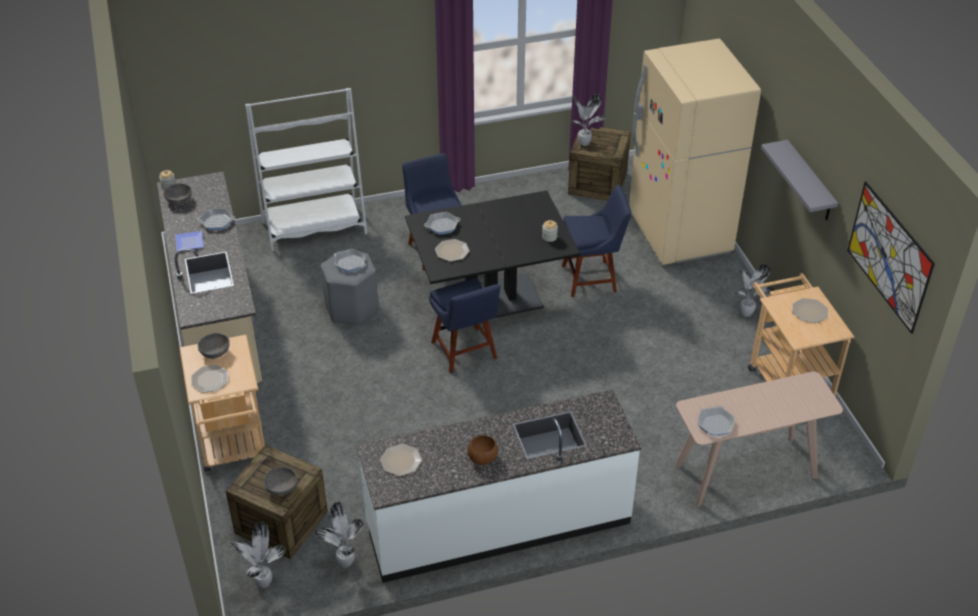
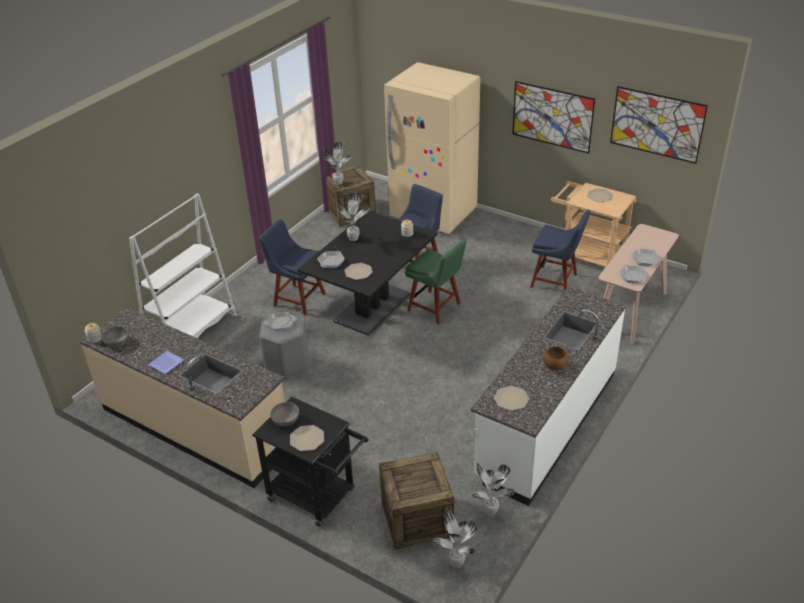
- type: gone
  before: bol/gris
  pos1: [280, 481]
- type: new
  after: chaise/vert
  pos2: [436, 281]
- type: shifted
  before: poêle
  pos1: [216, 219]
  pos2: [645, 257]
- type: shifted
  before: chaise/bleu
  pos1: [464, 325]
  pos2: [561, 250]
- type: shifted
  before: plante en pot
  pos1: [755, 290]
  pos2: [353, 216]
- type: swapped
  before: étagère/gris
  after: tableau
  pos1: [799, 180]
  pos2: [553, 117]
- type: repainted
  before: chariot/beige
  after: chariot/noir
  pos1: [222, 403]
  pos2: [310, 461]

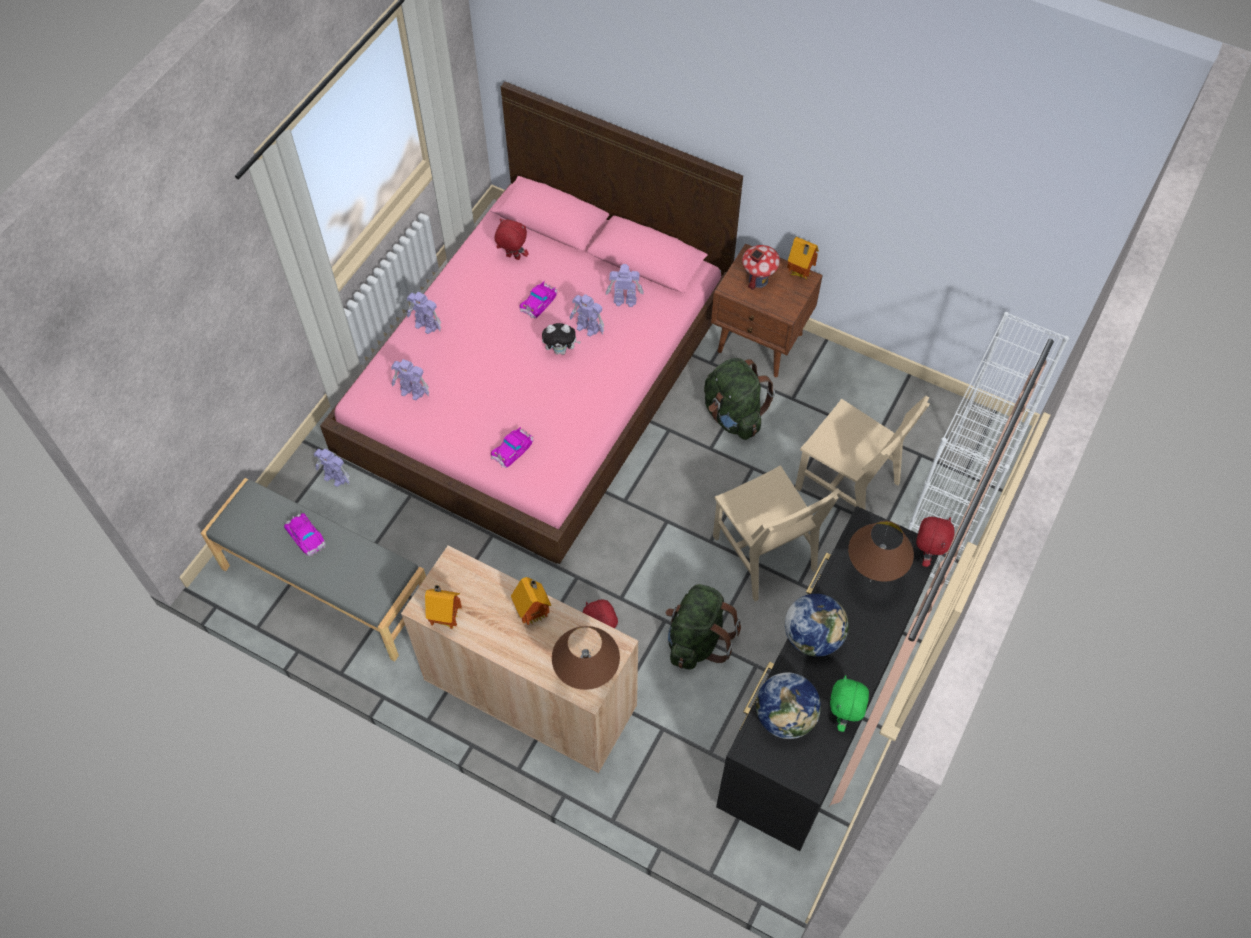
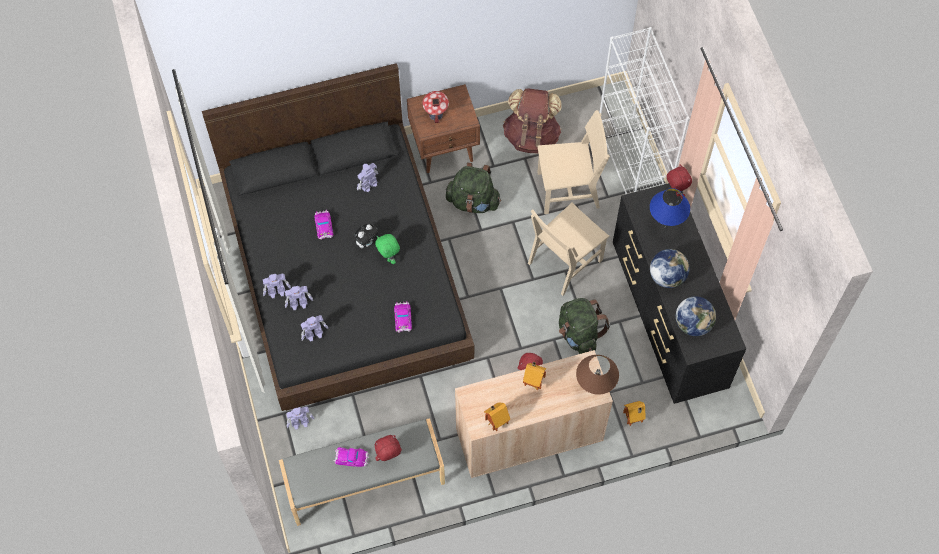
- type: new
  after: sac à dos/marron
  pos2: [532, 120]
- type: shifted
  before: peluche/rouge
  pos1: [512, 239]
  pos2: [388, 448]
- type: shifted
  before: robot jouet
  pos1: [586, 315]
  pos2: [299, 298]
- type: shifted
  before: maison miniature
  pos1: [803, 258]
  pos2: [634, 413]
- type: shifted
  before: peluche/vert
  pos1: [849, 703]
  pos2: [387, 249]
- type: repainted
  before: lit/rose
  after: lit/noir
  pos1: [531, 323]
  pos2: [338, 237]
- type: repainted
  before: lampe de table/marron
  after: lampe de table/bleu
  pos1: [881, 551]
  pos2: [670, 207]
- type: rotated
  before: chaise/beige
  pos1: [776, 533]
  pos2: [569, 249]
  turn: 120

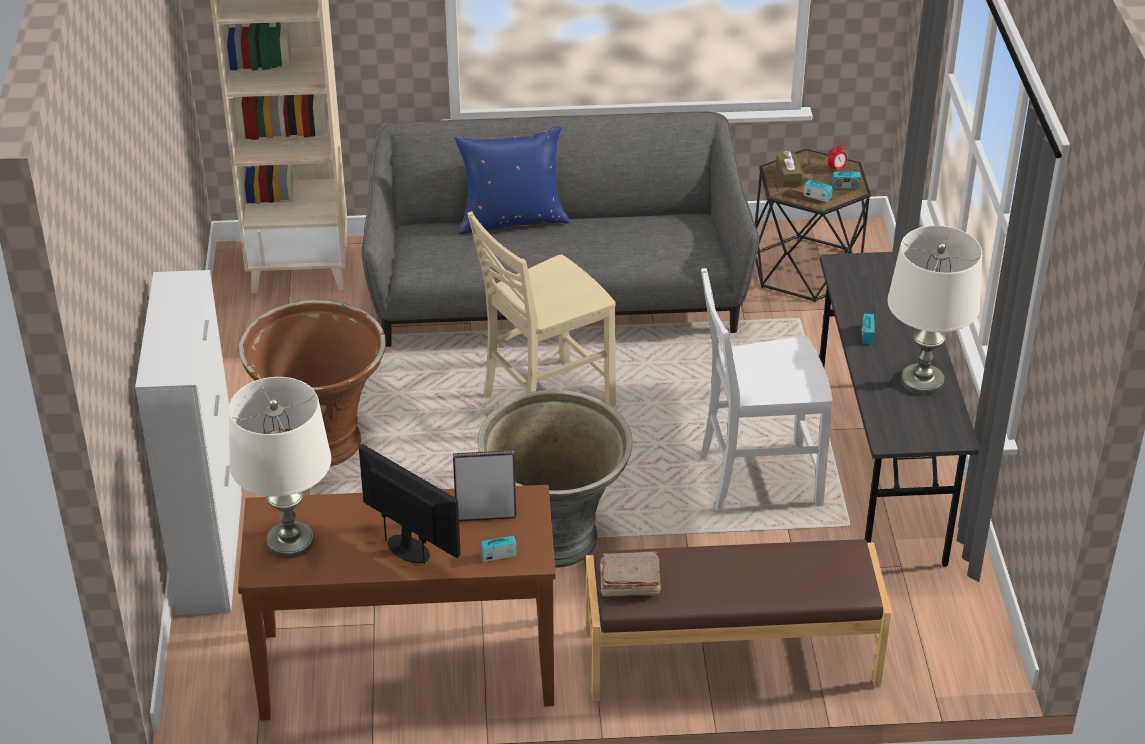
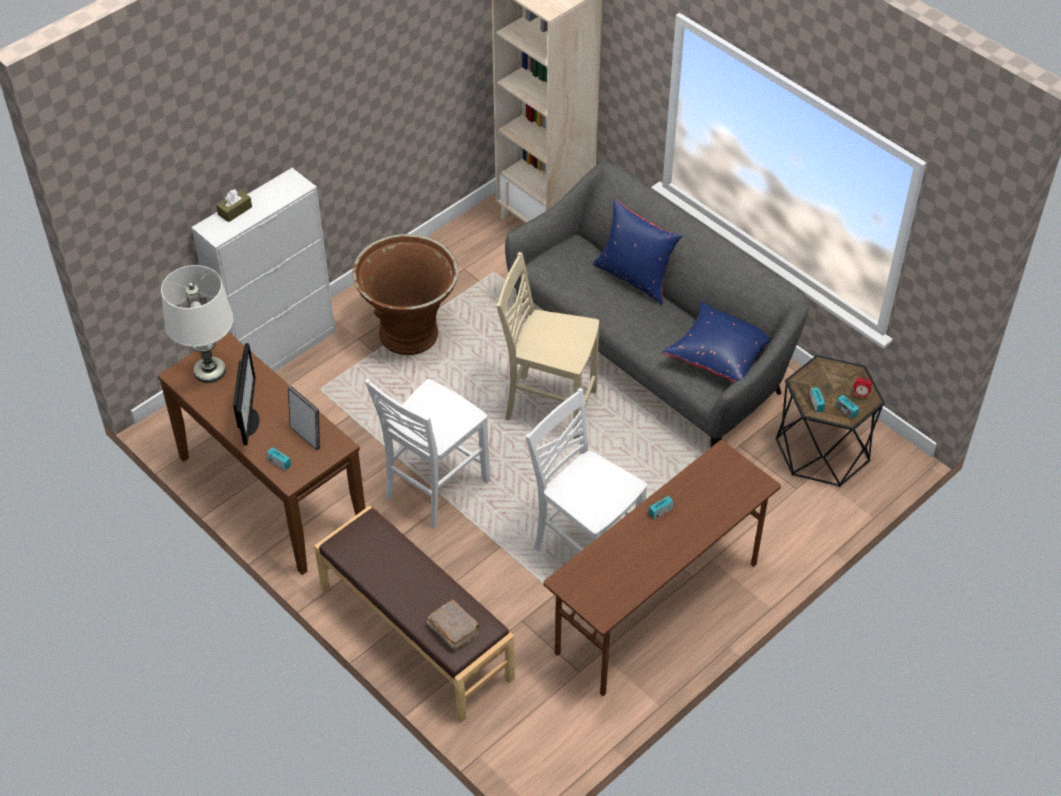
- type: gone
  before: lampe de table/blanc
  pos1: [935, 310]
- type: new
  after: coussin/bleu
  pos2: [717, 342]
- type: shifted
  before: livre/marron
  pos1: [630, 573]
  pos2: [454, 624]
- type: shifted
  before: boîte à mouchoirs/marron
  pos1: [789, 169]
  pos2: [234, 205]
- type: swapped
  before: cache-pot/gris
  after: chaise/blanc
  pos1: [555, 479]
  pos2: [428, 454]
- type: repainted
  before: bureau/gris
  after: bureau/marron
  pos1: [899, 409]
  pos2: [662, 568]

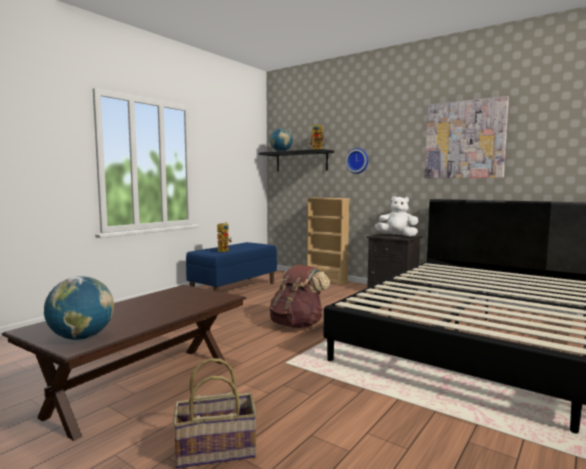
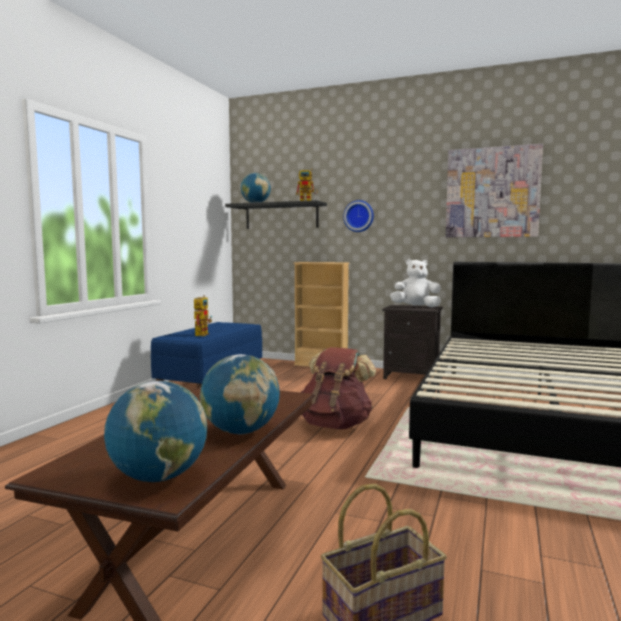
- type: new
  after: globe
  pos2: [240, 394]

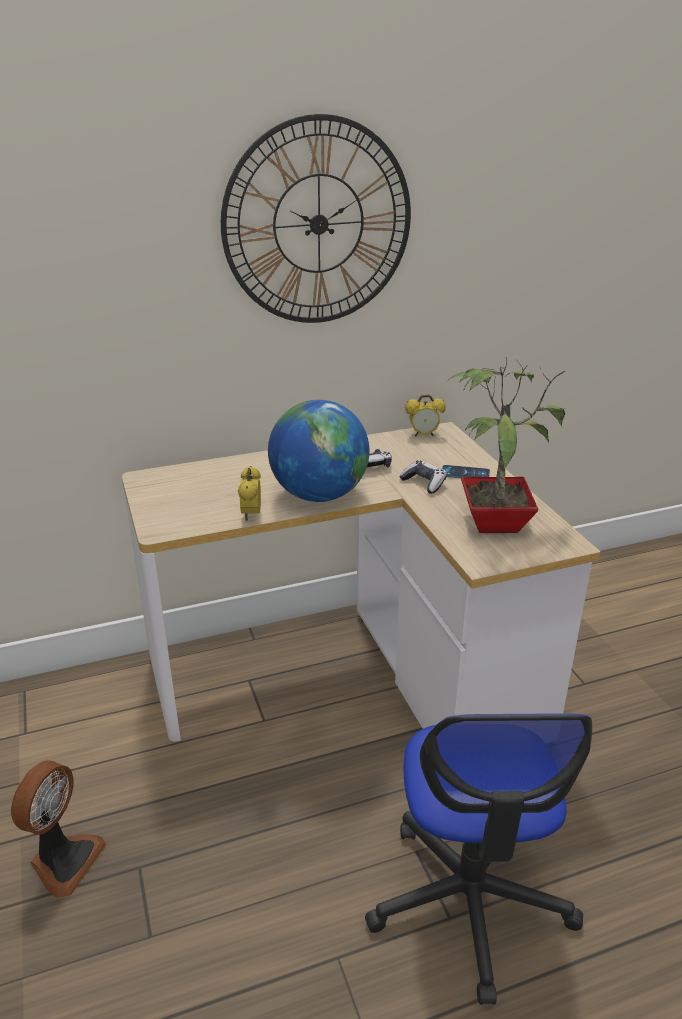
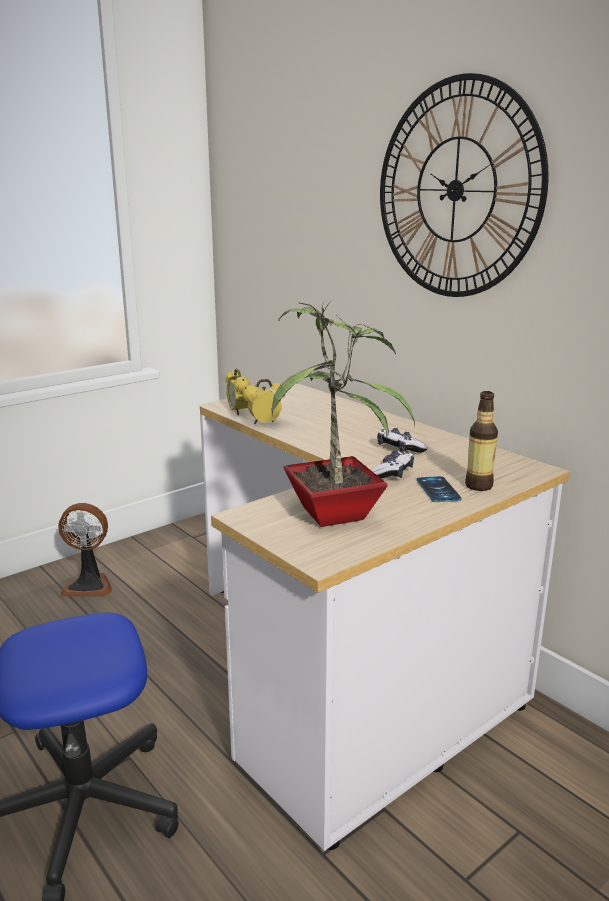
- type: gone
  before: globe
  pos1: [318, 451]
- type: new
  after: bouteille
  pos2: [481, 441]
- type: shifted
  before: réveil
  pos1: [425, 416]
  pos2: [237, 391]

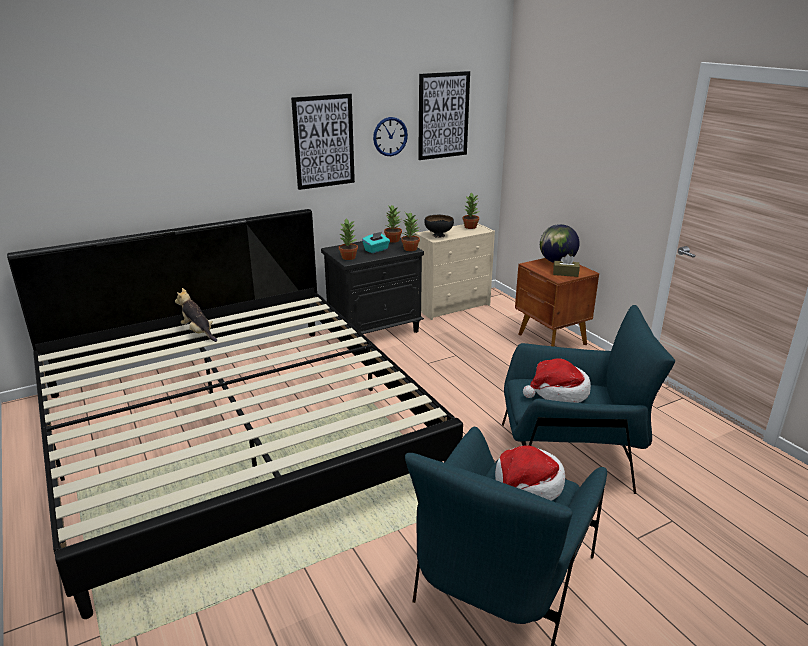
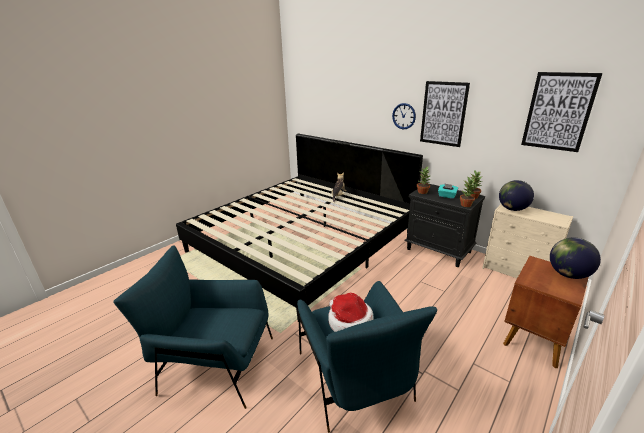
- type: gone
  before: plante en pot
  pos1: [471, 210]
- type: gone
  before: chapeau
  pos1: [530, 473]
- type: gone
  before: boîte à mouchoirs/marron
  pos1: [566, 265]
- type: shifted
  before: horloge murale
  pos1: [390, 136]
  pos2: [404, 116]
- type: swapped
  before: bol/noir
  after: globe
  pos1: [439, 226]
  pos2: [516, 195]

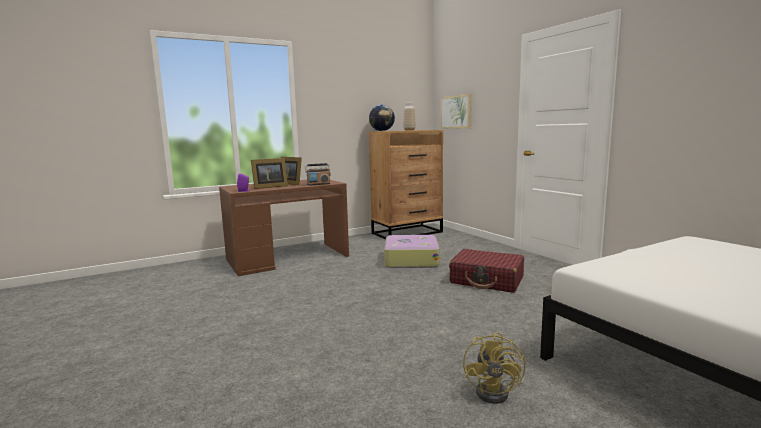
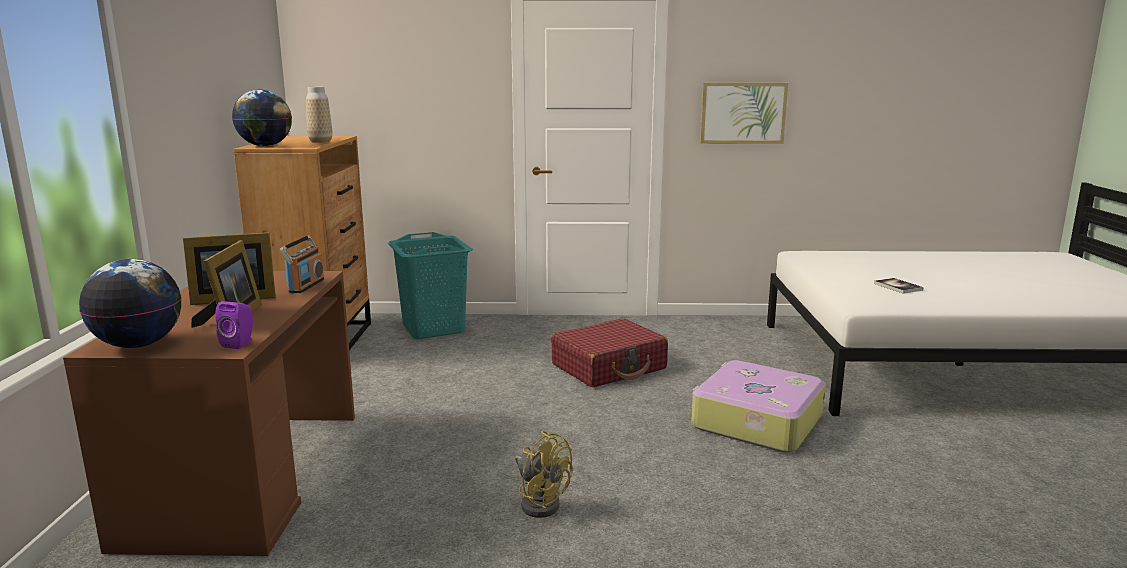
- type: new
  after: globe
  pos2: [130, 303]
- type: new
  after: panier à linge/turquoise
  pos2: [430, 285]
- type: new
  after: livre
  pos2: [899, 286]
- type: shifted
  before: valise
  pos1: [412, 251]
  pos2: [758, 406]
- type: shifted
  before: tableau
  pos1: [456, 111]
  pos2: [744, 113]
- type: shifted
  before: ventilateur/jaune
  pos1: [494, 368]
  pos2: [544, 474]

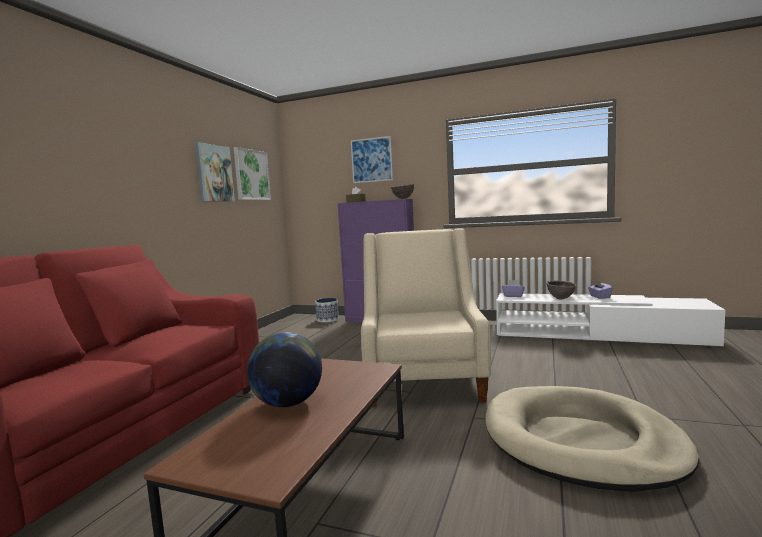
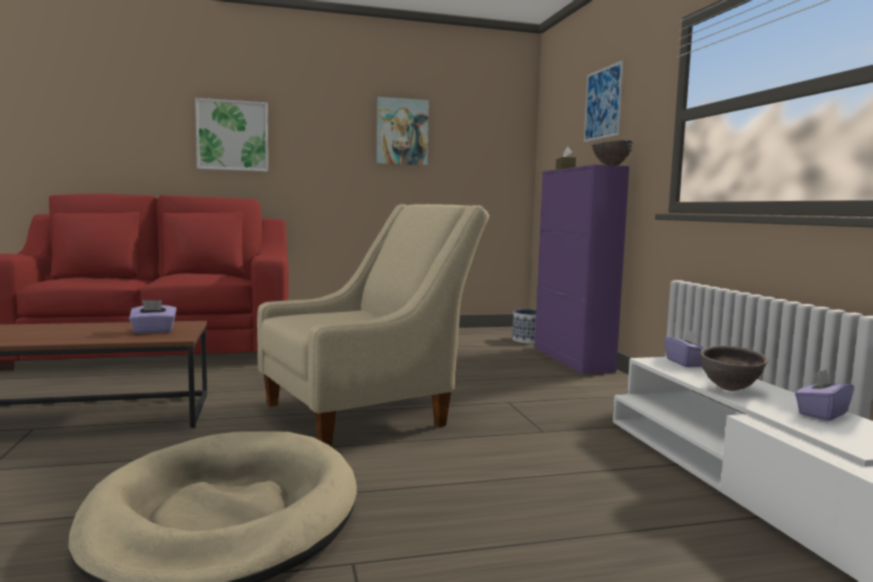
- type: gone
  before: globe
  pos1: [284, 369]
- type: new
  after: boîte à mouchoirs/violet
  pos2: [153, 317]
- type: shifted
  before: tableau
  pos1: [252, 173]
  pos2: [231, 135]

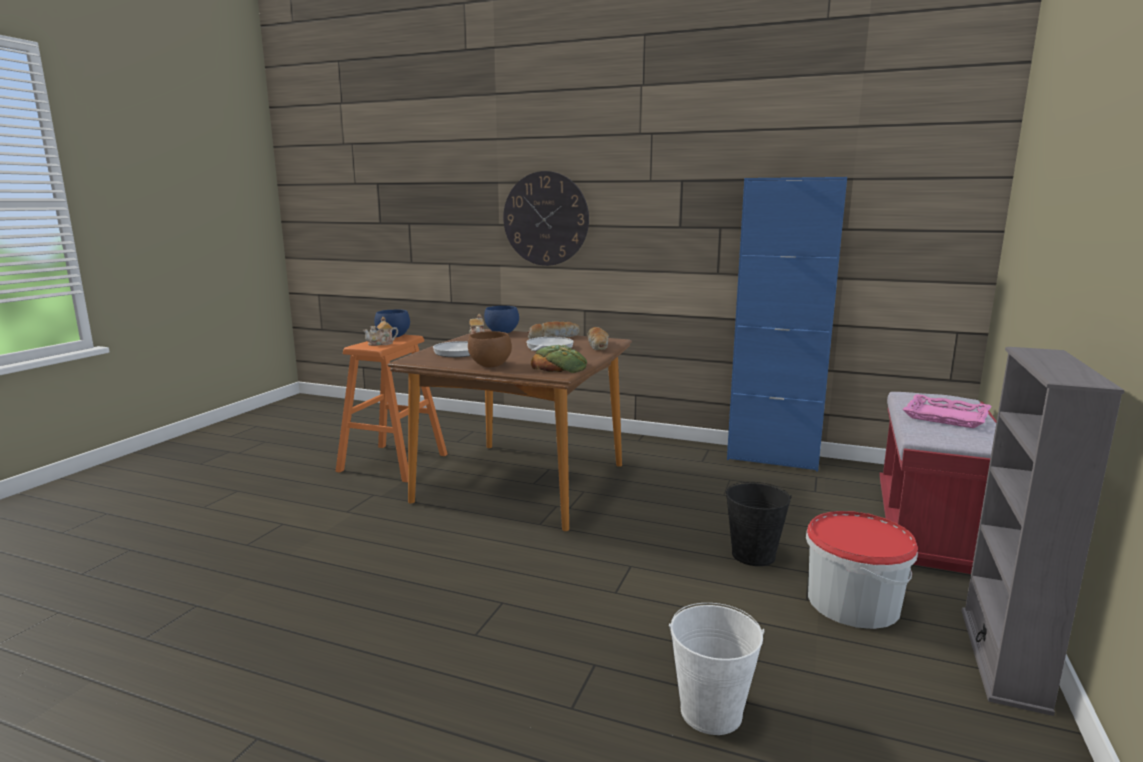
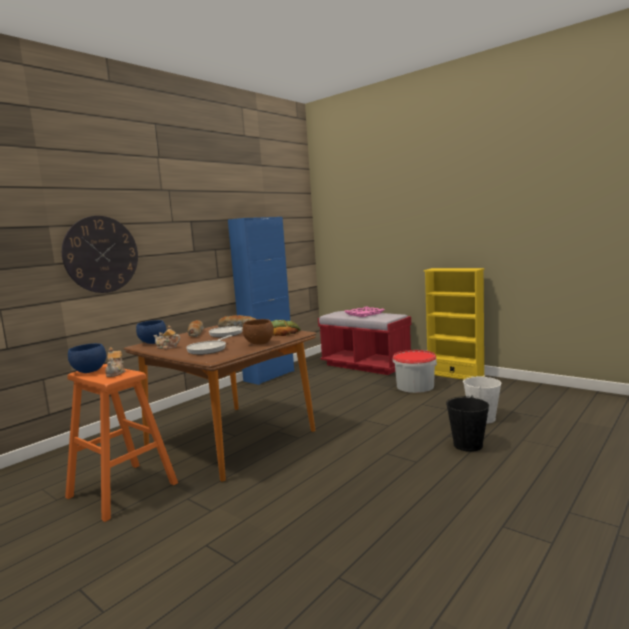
- type: shifted
  before: seau/noir
  pos1: [758, 524]
  pos2: [467, 424]
- type: repainted
  before: bibliothèque/gris
  after: bibliothèque/jaune
  pos1: [1042, 531]
  pos2: [454, 324]

